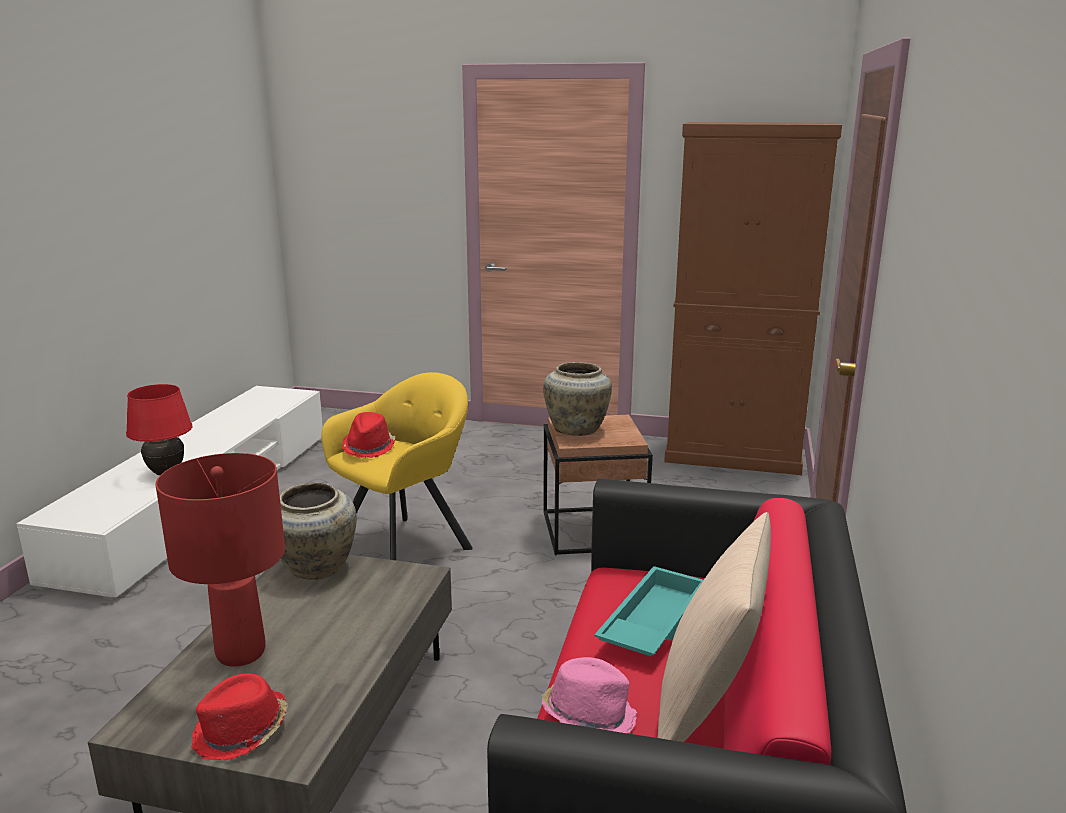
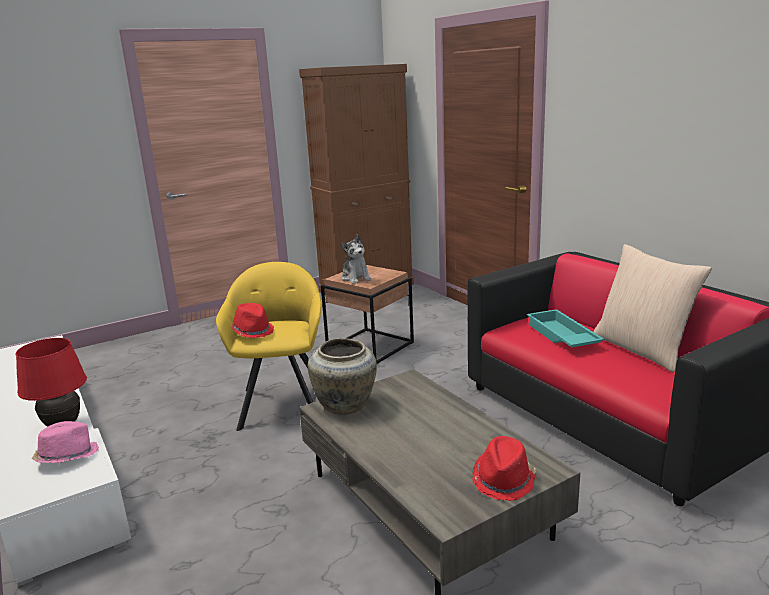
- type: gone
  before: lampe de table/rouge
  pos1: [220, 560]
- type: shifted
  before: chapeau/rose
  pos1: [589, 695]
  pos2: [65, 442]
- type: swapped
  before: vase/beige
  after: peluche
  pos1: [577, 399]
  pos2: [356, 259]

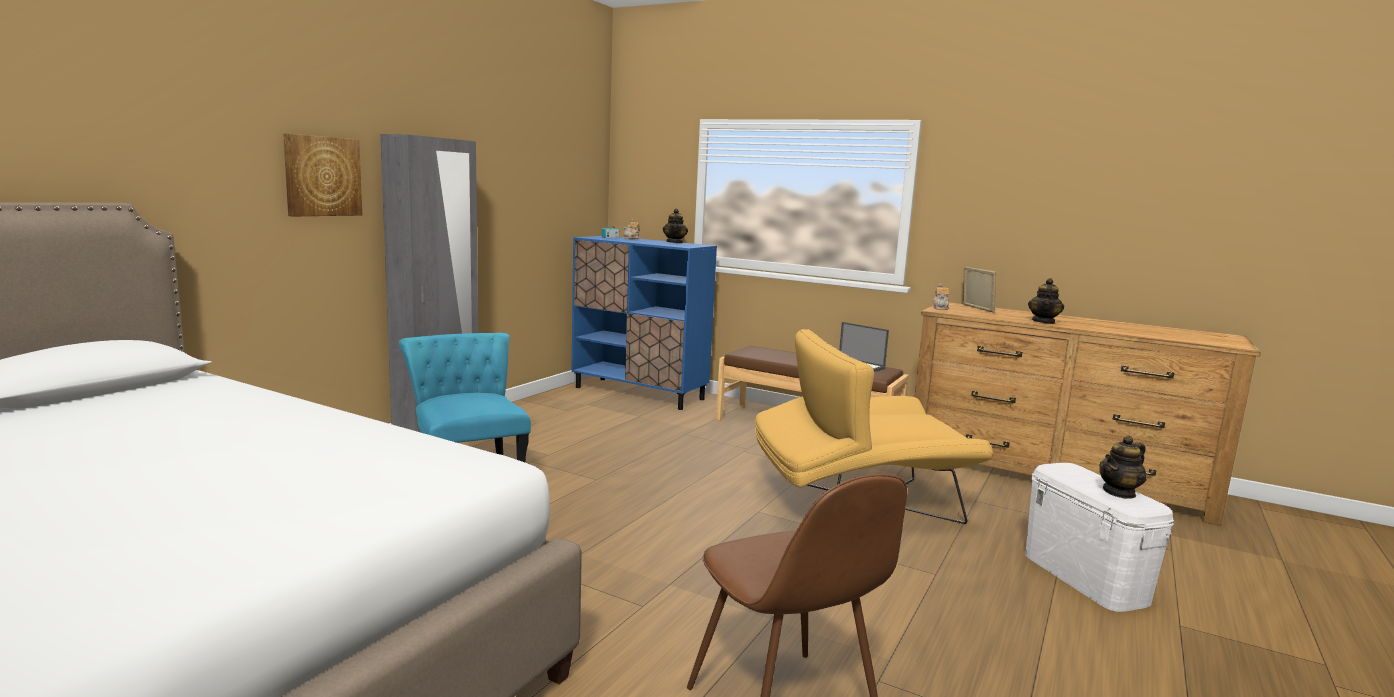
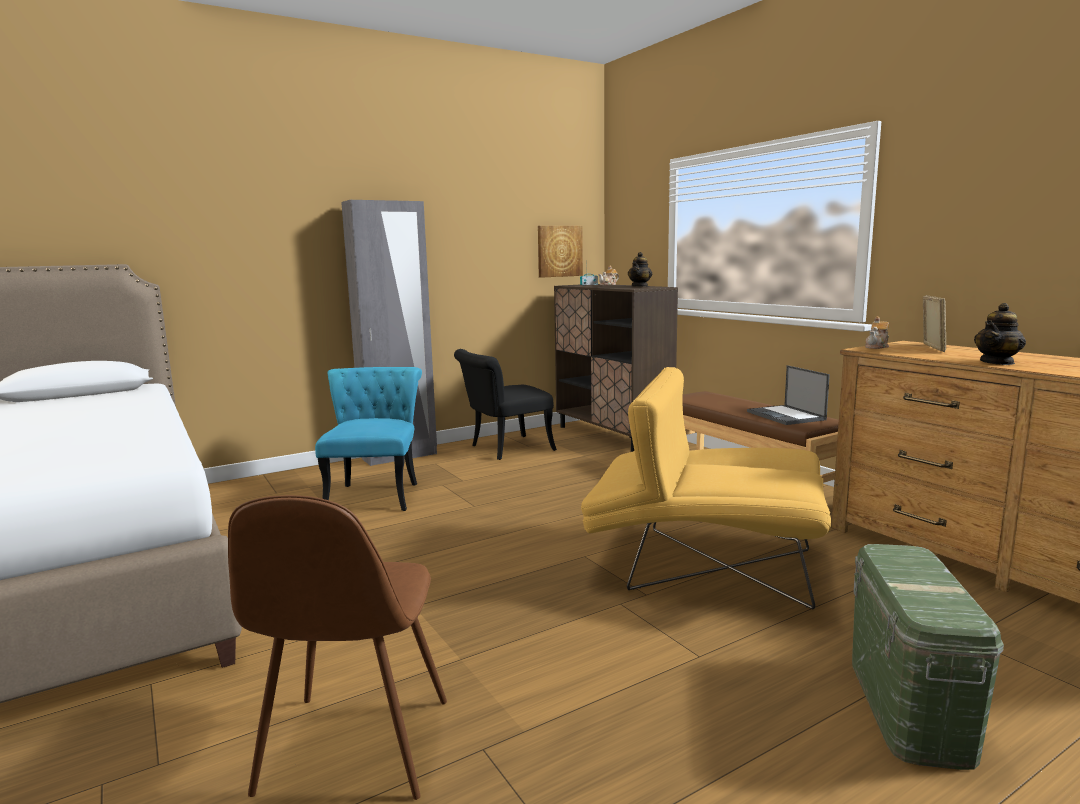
- type: gone
  before: théière
  pos1: [1123, 467]
- type: new
  after: chaise/noir
  pos2: [505, 404]
- type: shifted
  before: tableau
  pos1: [322, 174]
  pos2: [560, 252]
- type: repainted
  before: meuble de rangement/bleu
  after: meuble de rangement/marron
  pos1: [644, 323]
  pos2: [616, 368]
- type: repainted
  before: boîte de rangement/blanc
  after: boîte de rangement/vert
  pos1: [1099, 537]
  pos2: [928, 657]

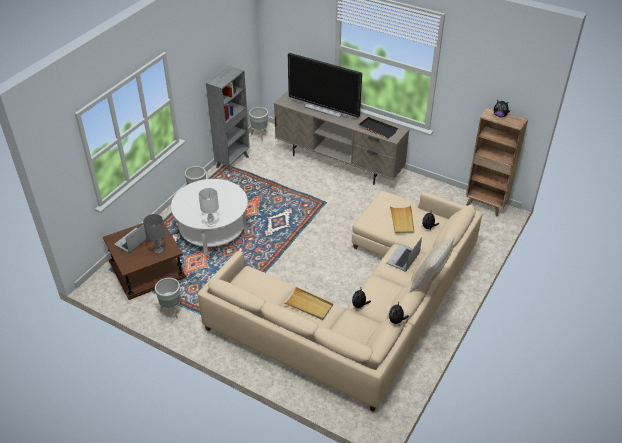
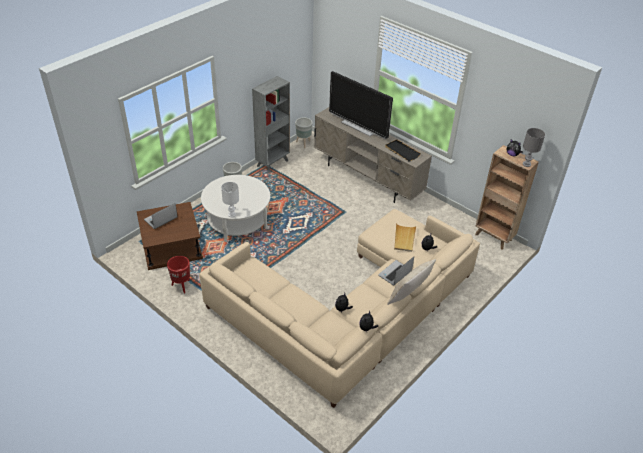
- type: gone
  before: plateau/beige
  pos1: [309, 303]
- type: shifted
  before: lampe de table/gris
  pos1: [154, 234]
  pos2: [534, 147]
- type: repainted
  before: cache-pot/gris
  after: cache-pot/rouge
  pos1: [168, 298]
  pos2: [178, 274]

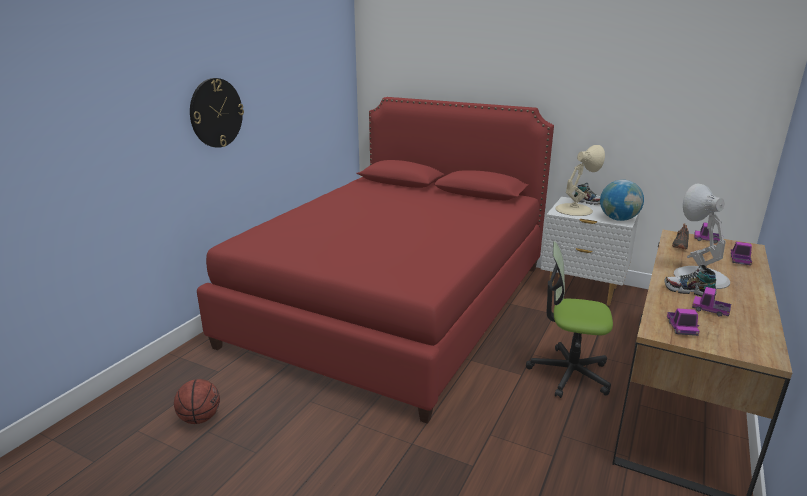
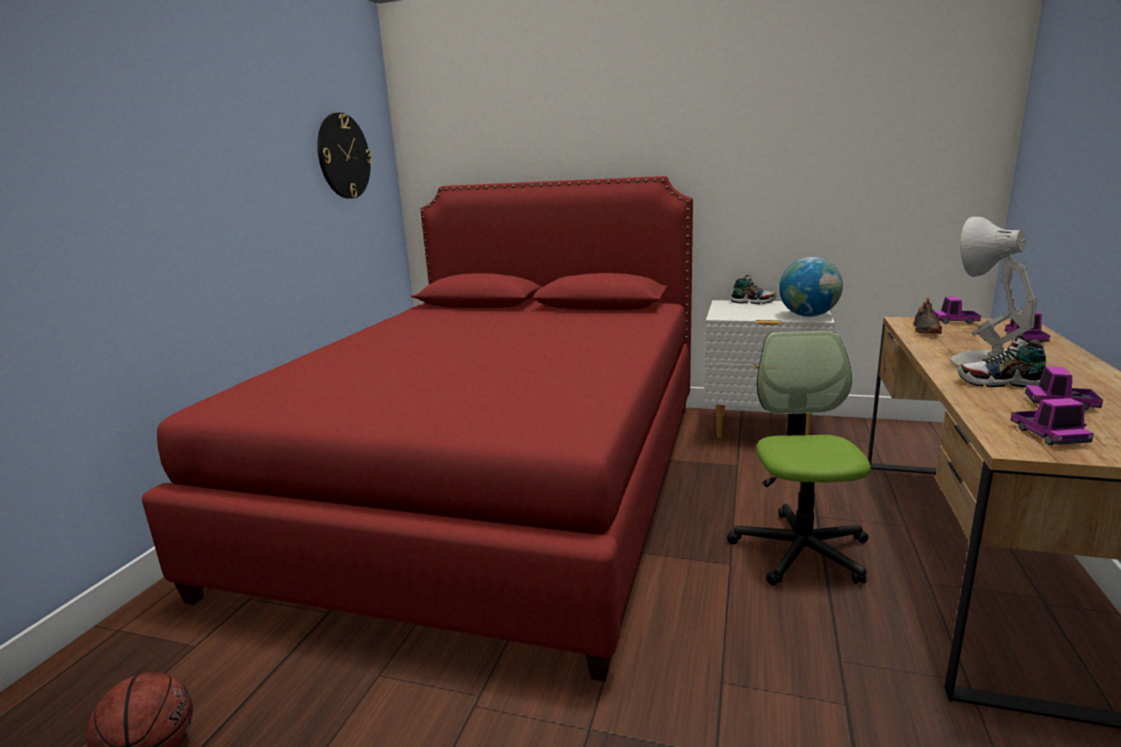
- type: gone
  before: lampe de table/beige
  pos1: [580, 180]
- type: shifted
  before: horloge murale
  pos1: [217, 113]
  pos2: [344, 156]
- type: rotated
  before: chaise de bureau
  pos1: [569, 319]
  pos2: [799, 458]
  turn: 90

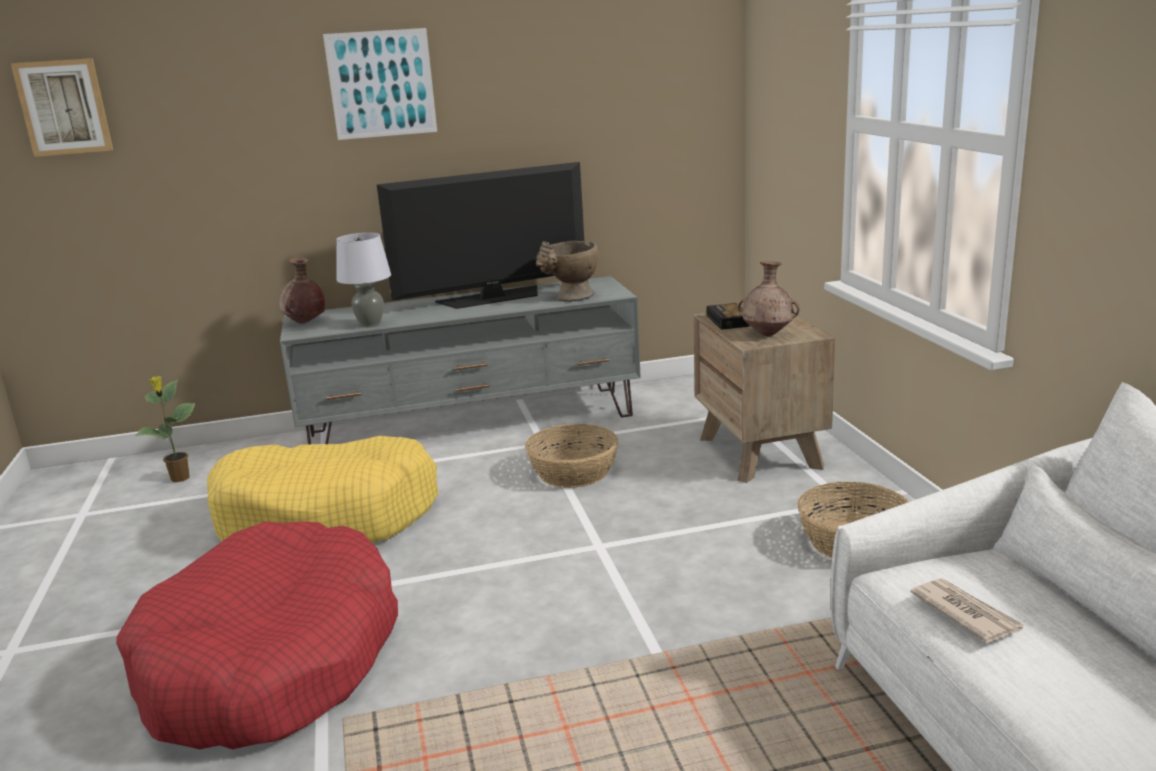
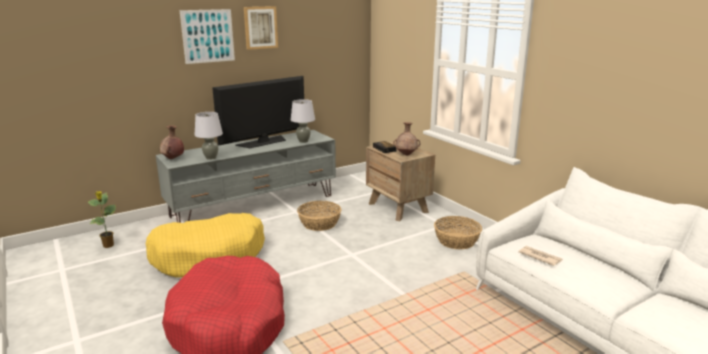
- type: shifted
  before: tableau
  pos1: [62, 107]
  pos2: [261, 28]
- type: swapped
  before: vase/beige
  after: lampe de table/gris
  pos1: [567, 271]
  pos2: [303, 121]

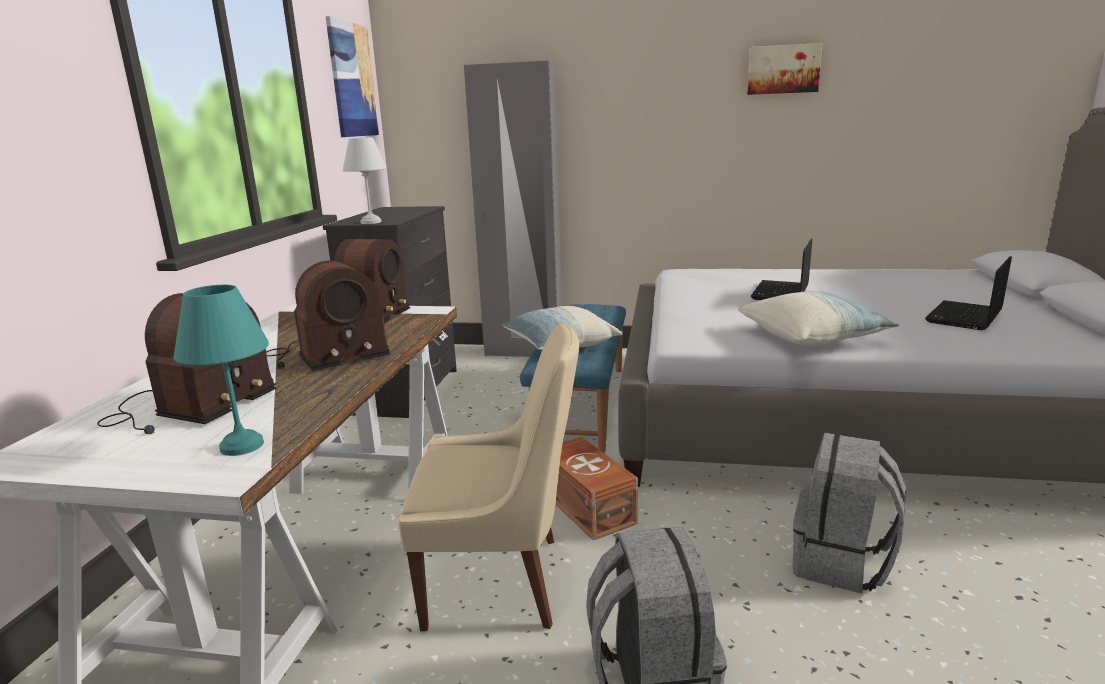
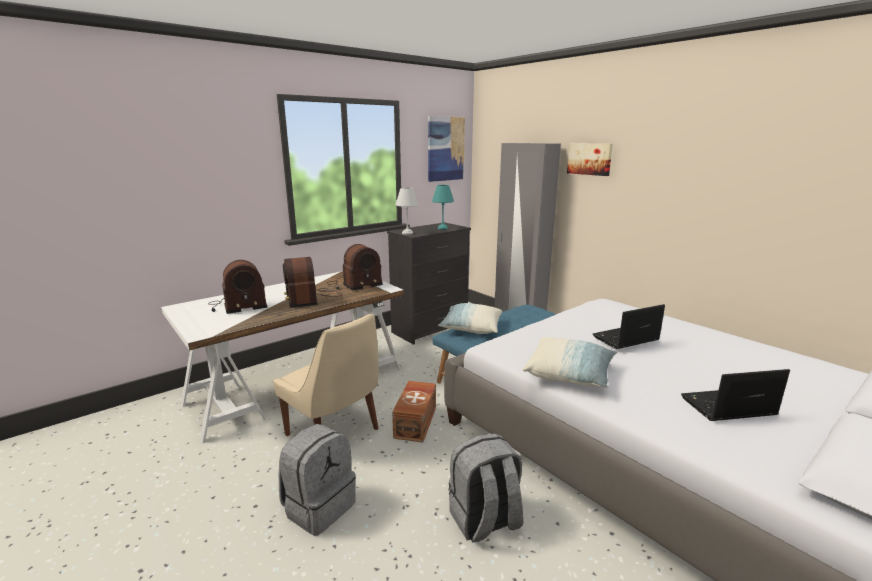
- type: shifted
  before: lampe de table/turquoise
  pos1: [221, 370]
  pos2: [443, 207]
- type: shifted
  before: tableau
  pos1: [784, 69]
  pos2: [590, 159]
- type: rotated
  before: radio
  pos1: [328, 315]
  pos2: [312, 282]
  turn: 60

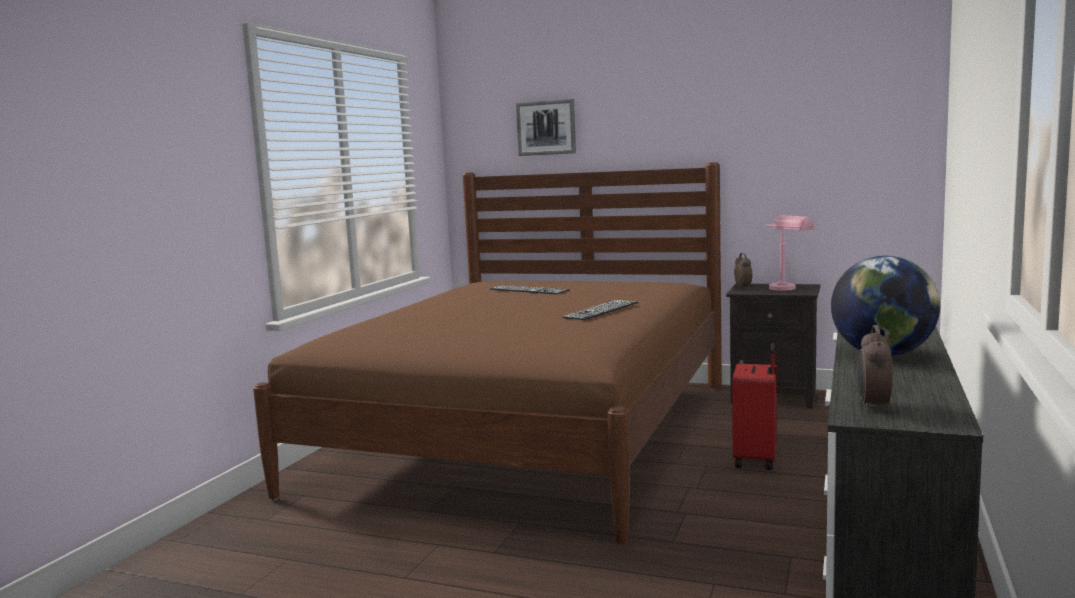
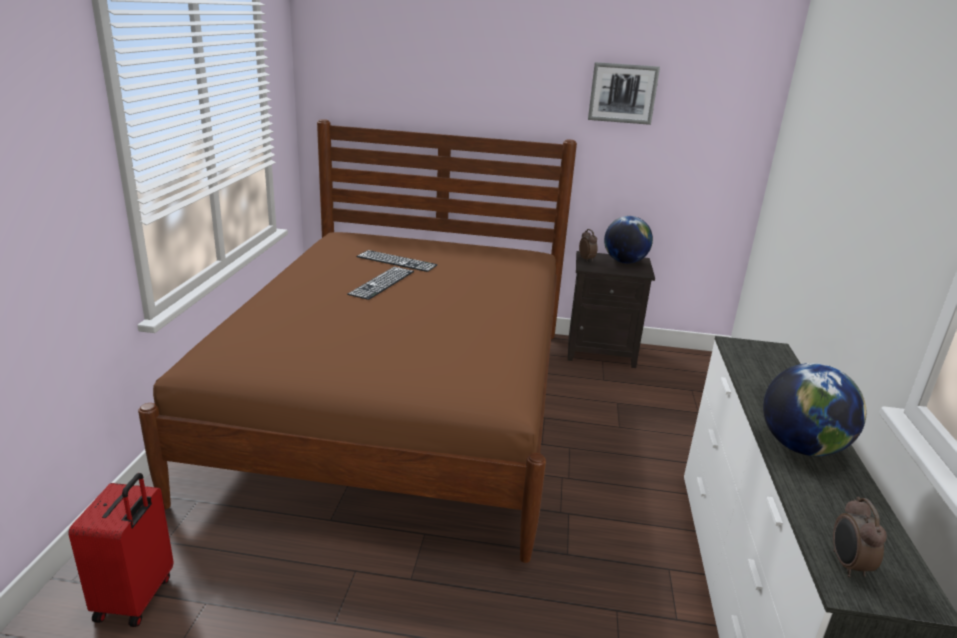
- type: shifted
  before: tableau
  pos1: [546, 127]
  pos2: [624, 93]
- type: shifted
  before: clavier
  pos1: [600, 310]
  pos2: [380, 283]
- type: shifted
  before: valise/rouge
  pos1: [754, 406]
  pos2: [121, 550]
- type: swapped
  before: lampe de table/rose
  after: globe
  pos1: [789, 253]
  pos2: [628, 240]

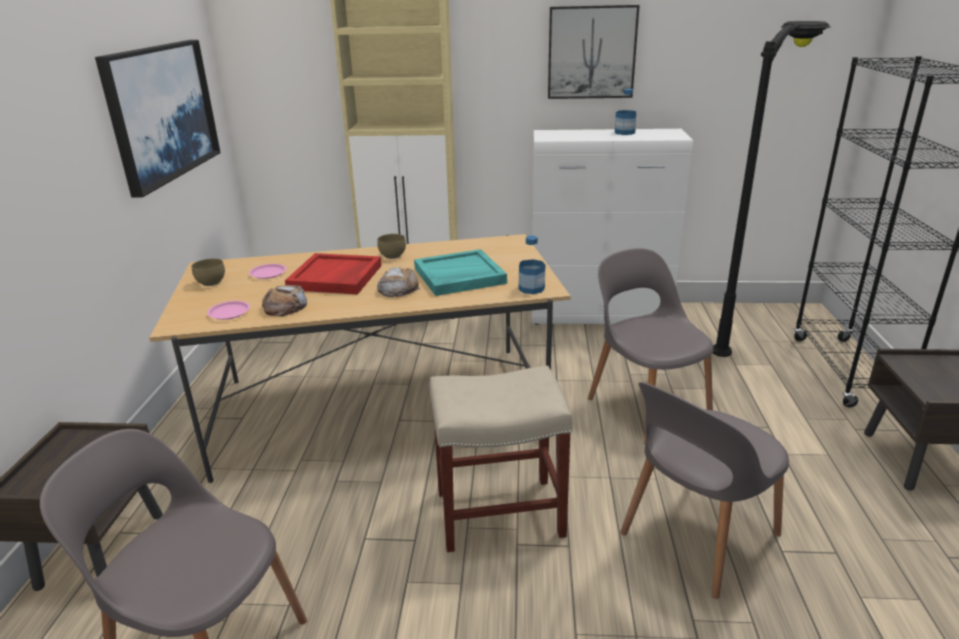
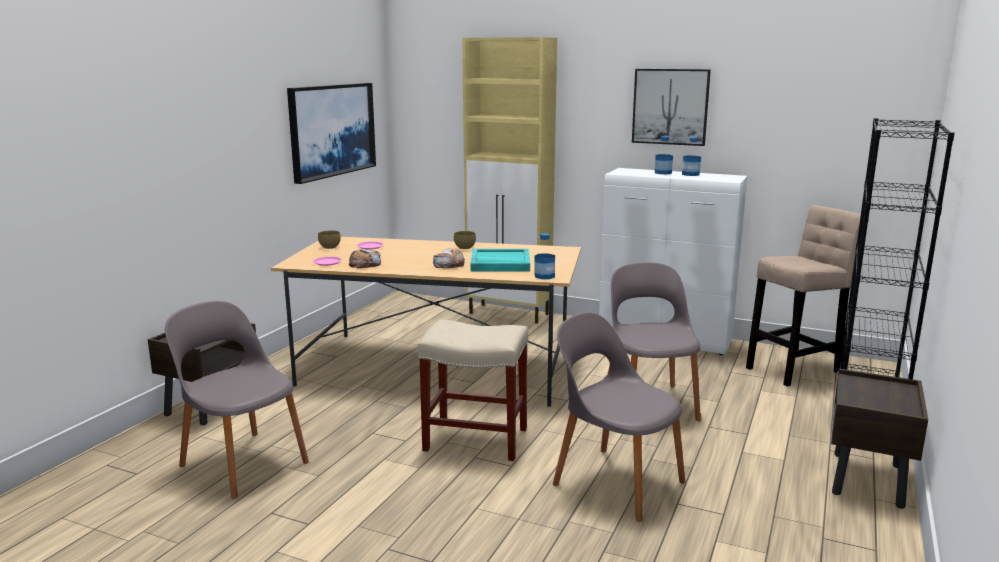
- type: gone
  before: plateau/rouge
  pos1: [333, 273]
- type: new
  after: bouteille
  pos2: [664, 155]
- type: swapped
  before: lampadaire/noir
  after: tabouret/beige
  pos1: [771, 189]
  pos2: [807, 296]
- type: rotated
  before: chaise/gris
  pos1: [704, 490]
  pos2: [619, 417]
  turn: 60

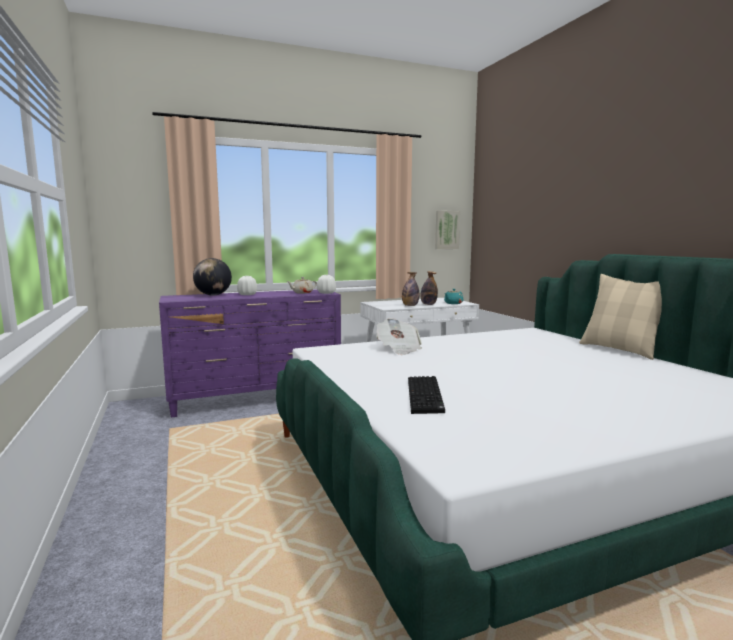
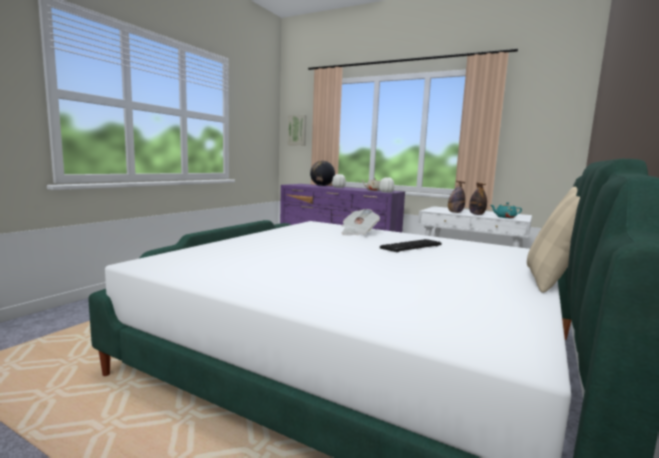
- type: shifted
  before: clavier
  pos1: [426, 395]
  pos2: [410, 245]
- type: shifted
  before: tableau
  pos1: [447, 230]
  pos2: [297, 130]

